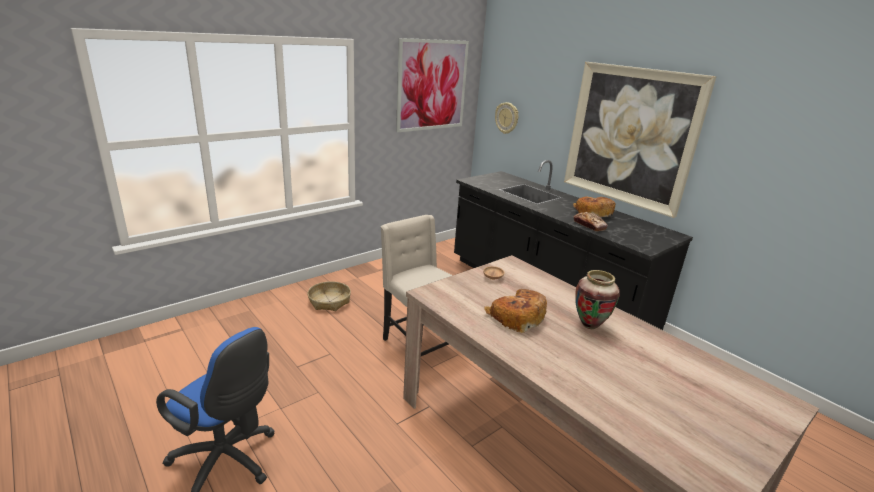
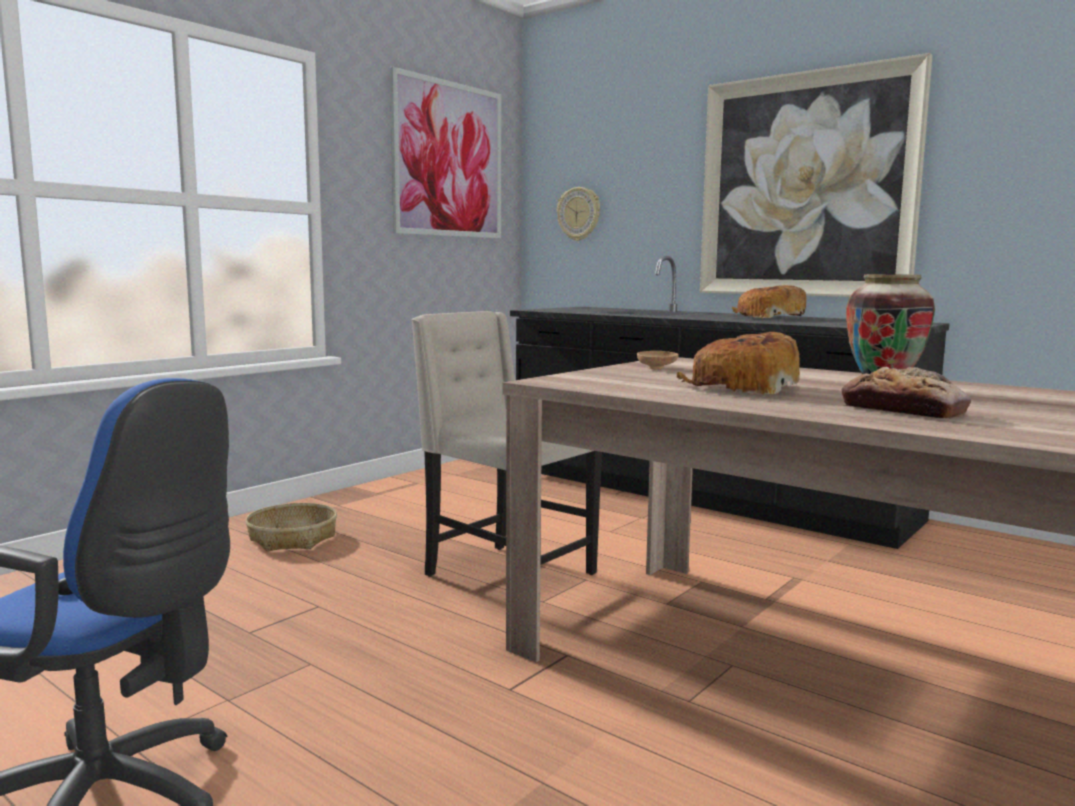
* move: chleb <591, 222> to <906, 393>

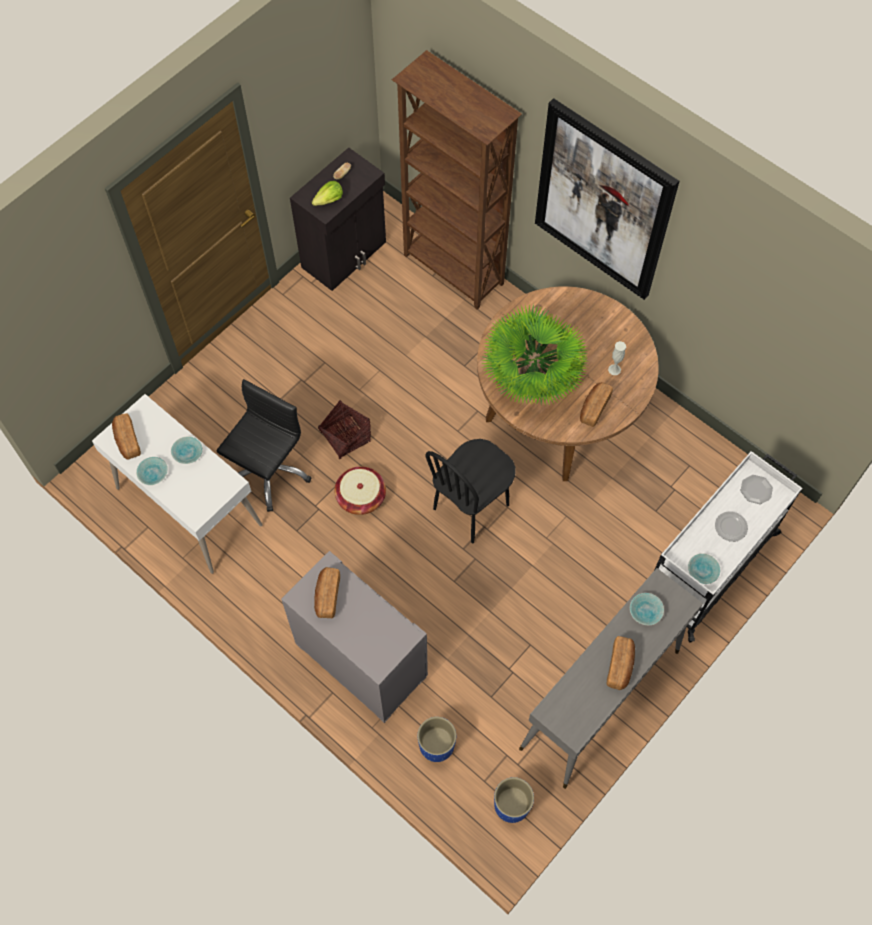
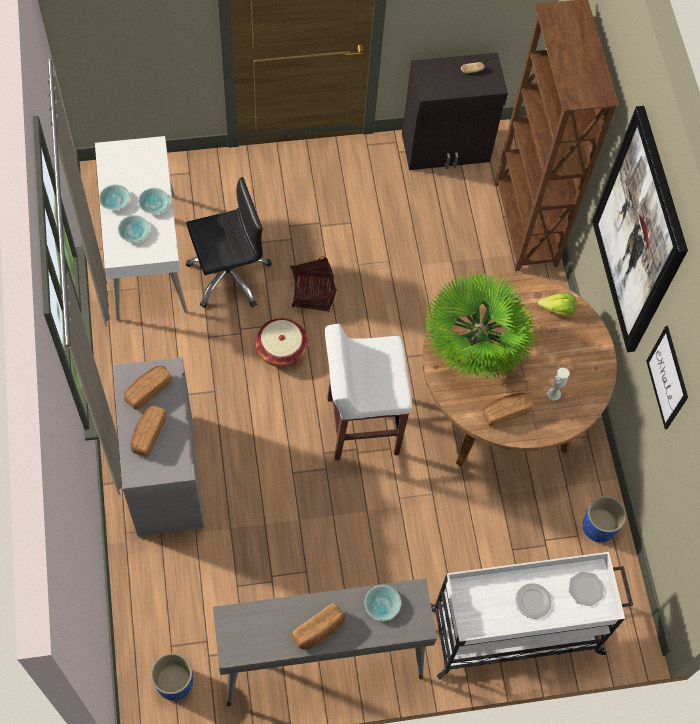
* move: chleb <126, 436> to <148, 431>
* move: sałata <327, 193> to <557, 304>
* move: donica (niebieski) <437, 739> to <604, 519>
* replace: krzesło (czarny) <471, 491> to stołek (biały) <368, 392>
* move: miska (turkusowy) <704, 568> to <134, 229>
* insert: obraz <667, 378>

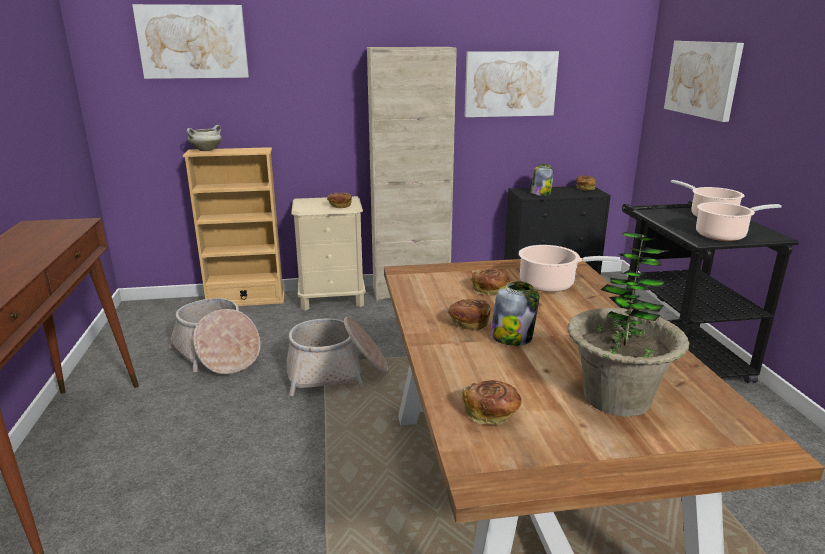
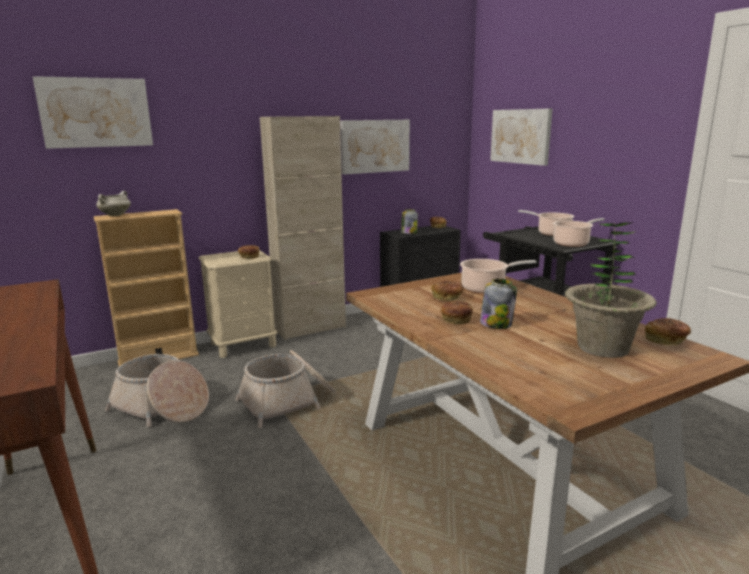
* move: chleb <492, 402> to <668, 332>

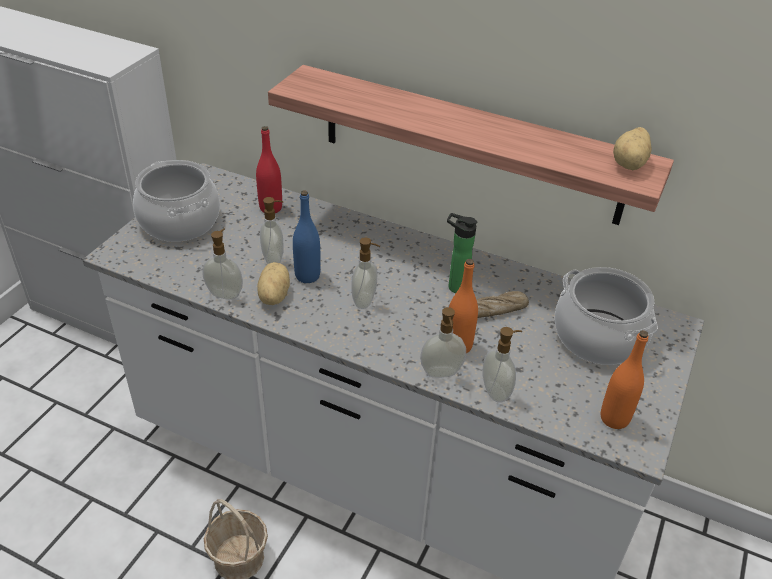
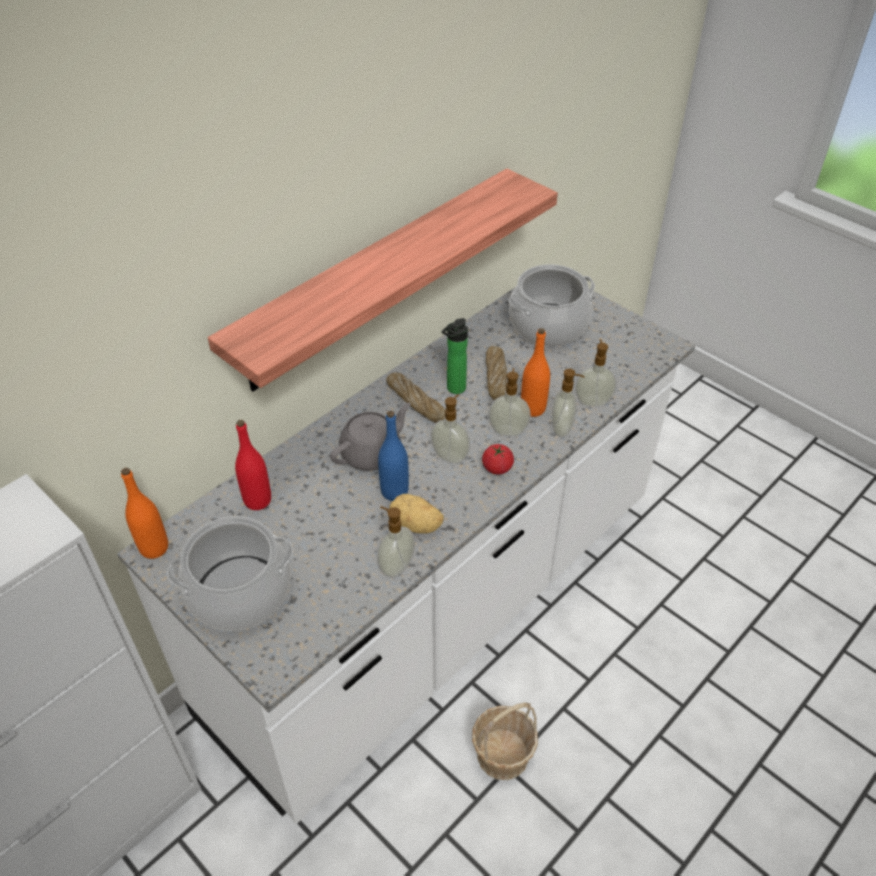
* move: dozownik mydła <272, 230> to <509, 402>
* move: butelka (pomarańczowy) <624, 379> to <144, 513>
* delete: ziemniak <632, 148>
* insert: imbryk (szary) <370, 437>
* insert: chleb <416, 397>
* insert: pomidor <498, 459>

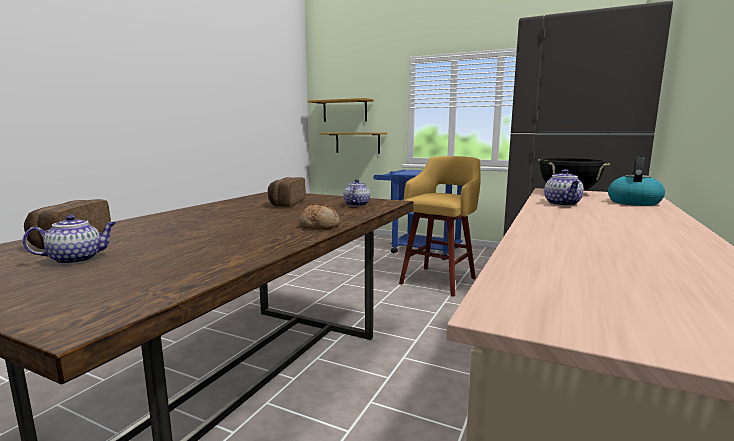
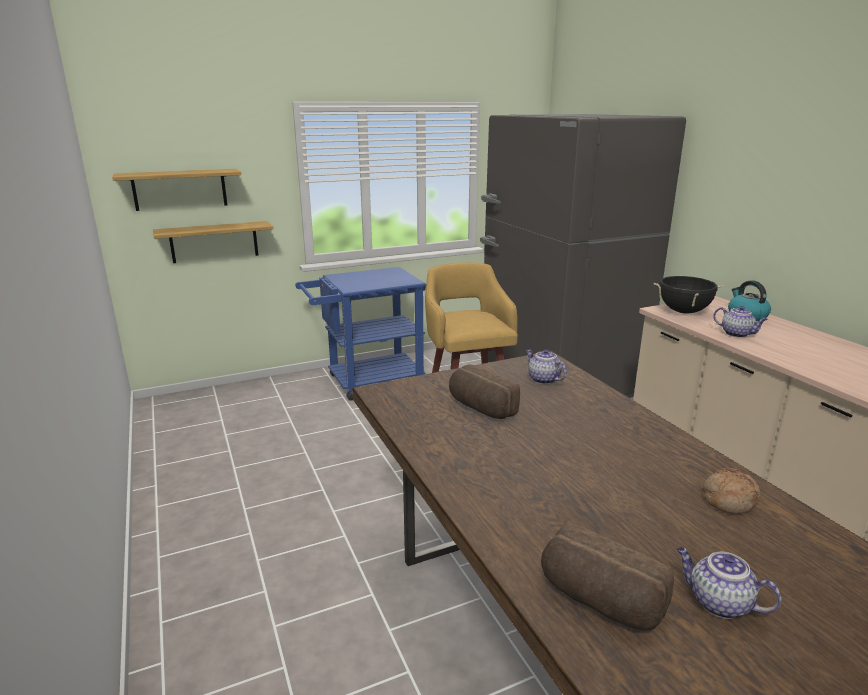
* rotate: imbryk <69, 239> = <729, 583> 60 degrees counterclockwise
* move: chleb <319, 216> to <732, 491>

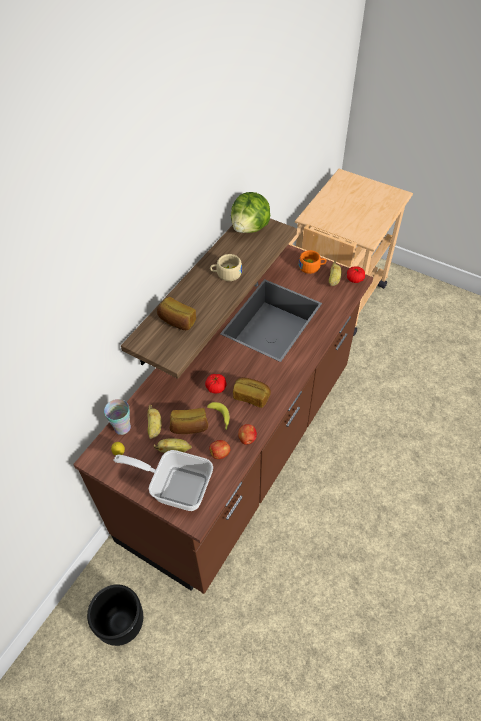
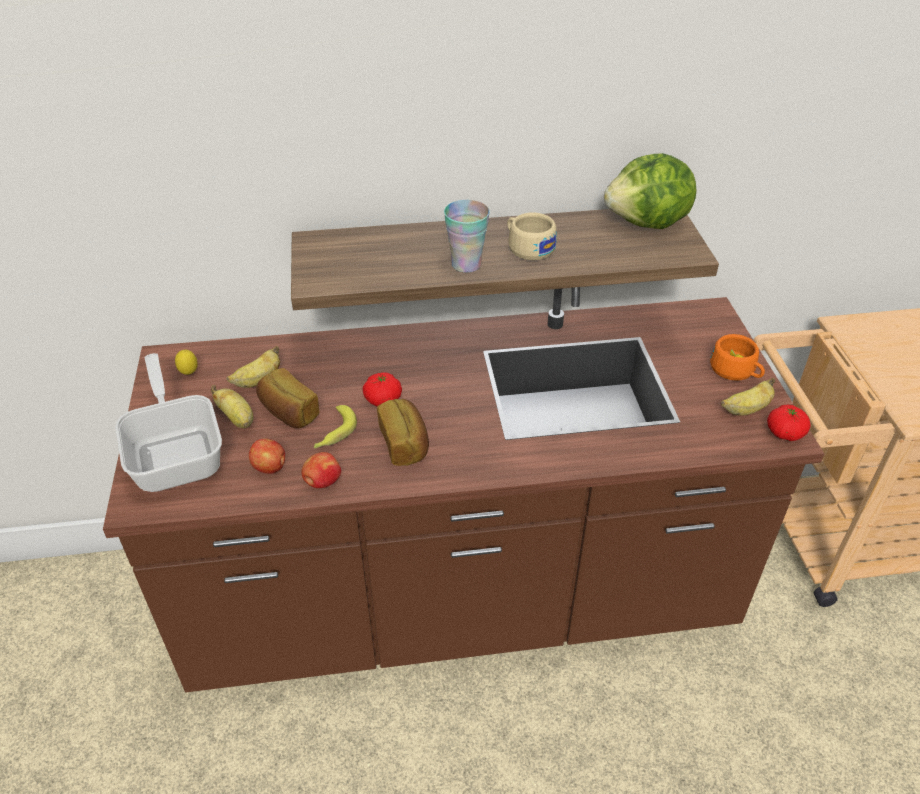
* delete: donica (czarny) <115, 615>
* move: filiżanka <117, 417> to <467, 236>
* delete: chleb <176, 313>

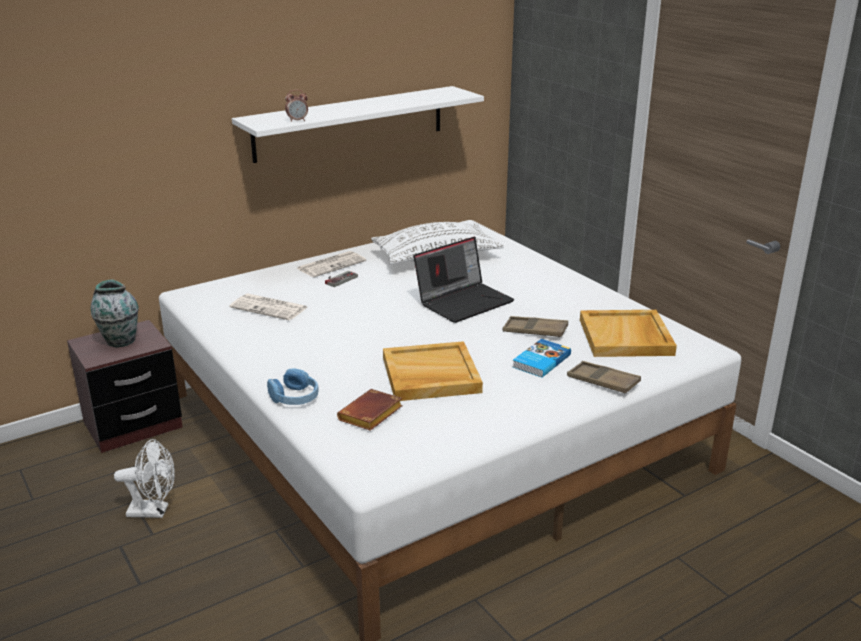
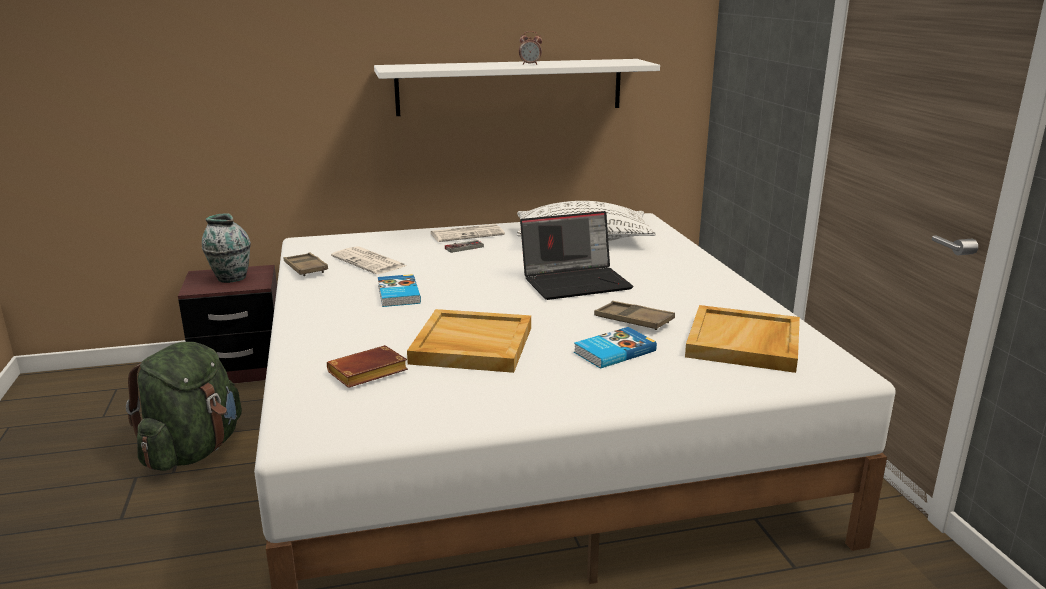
* replace: wentylator (biały) <144, 478> to plecak (zielony) <184, 406>
* delete: słuchawki (niebieski) <293, 386>
* move: budzik <296, 106> to <530, 48>
* move: taca (brązowy) <604, 377> to <306, 264>
* insert: książka <399, 290>

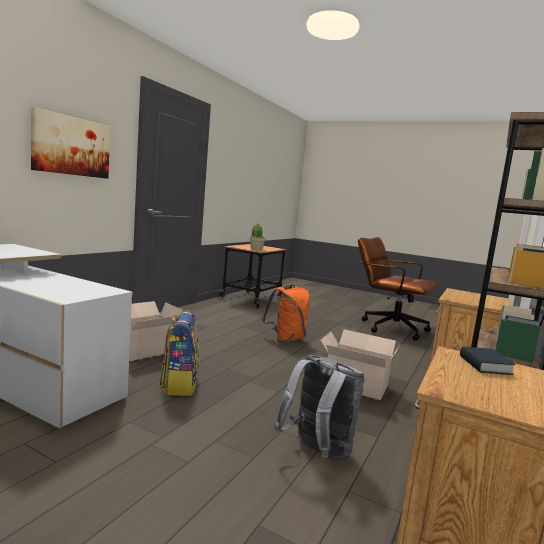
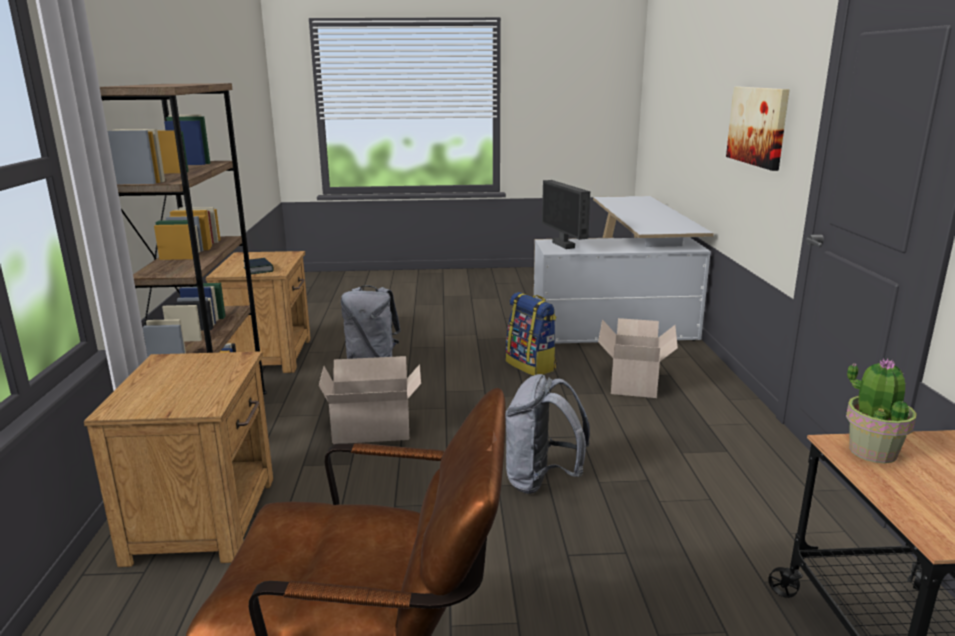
* recolor: plecak (pomarańczowy) <286, 314> to plecak (szary) <548, 434>
* insert: monitor <566, 214>

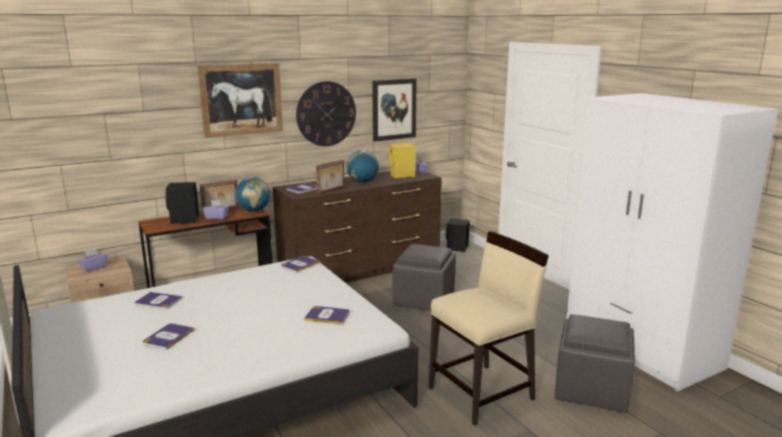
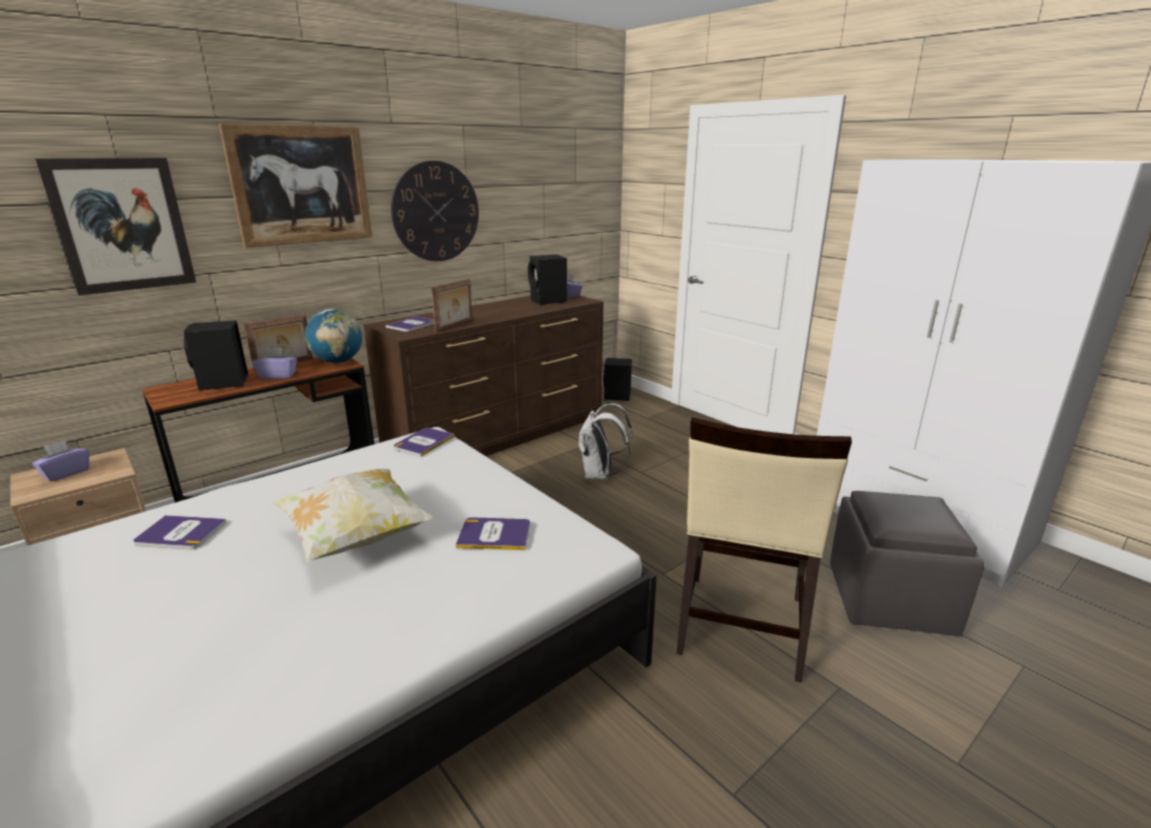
* delete: książka <168, 336>
* delete: globus <362, 166>
* move: obraz <394, 110> to <116, 227>
* recolor: głośnik (żółty) <402, 160> to głośnik (czarny) <547, 279>
* replace: pufa (szary) <424, 277> to plecak (biały) <605, 441>
* rotate: krzesło (beżowy) <489, 328> = <764, 550> 150 degrees clockwise
* insert: poduszka <353, 516>

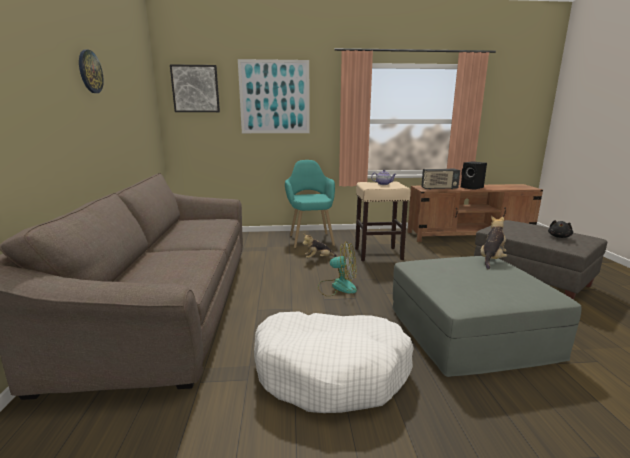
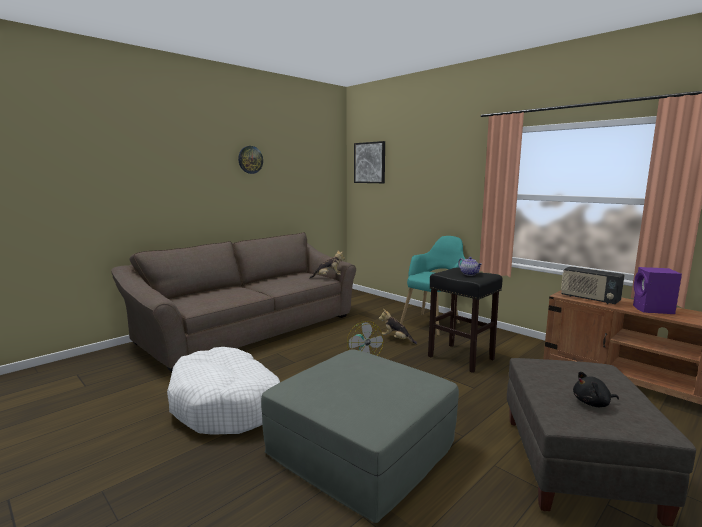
* delete: obraz <274, 96>
* recolor: stołek (beżowy) <383, 221> to stołek (czarny) <465, 320>
* recolor: głośnik (czarny) <474, 175> to głośnik (fioletowy) <657, 290>
* move: pluszak <493, 243> to <327, 264>

